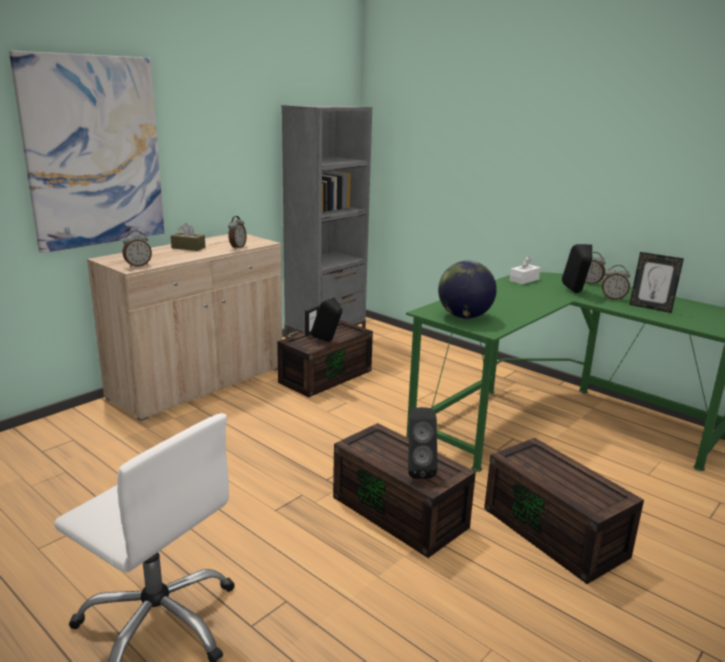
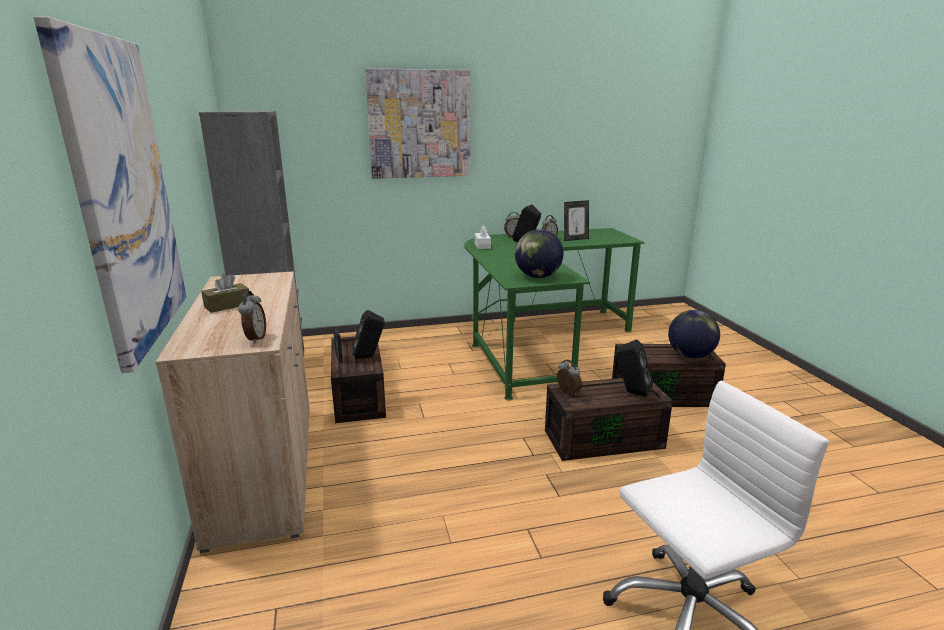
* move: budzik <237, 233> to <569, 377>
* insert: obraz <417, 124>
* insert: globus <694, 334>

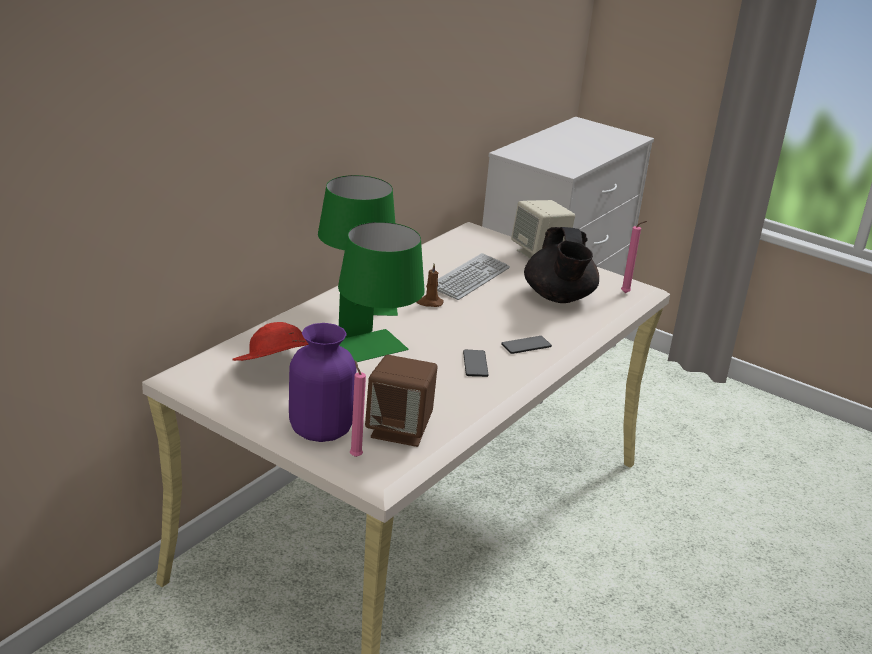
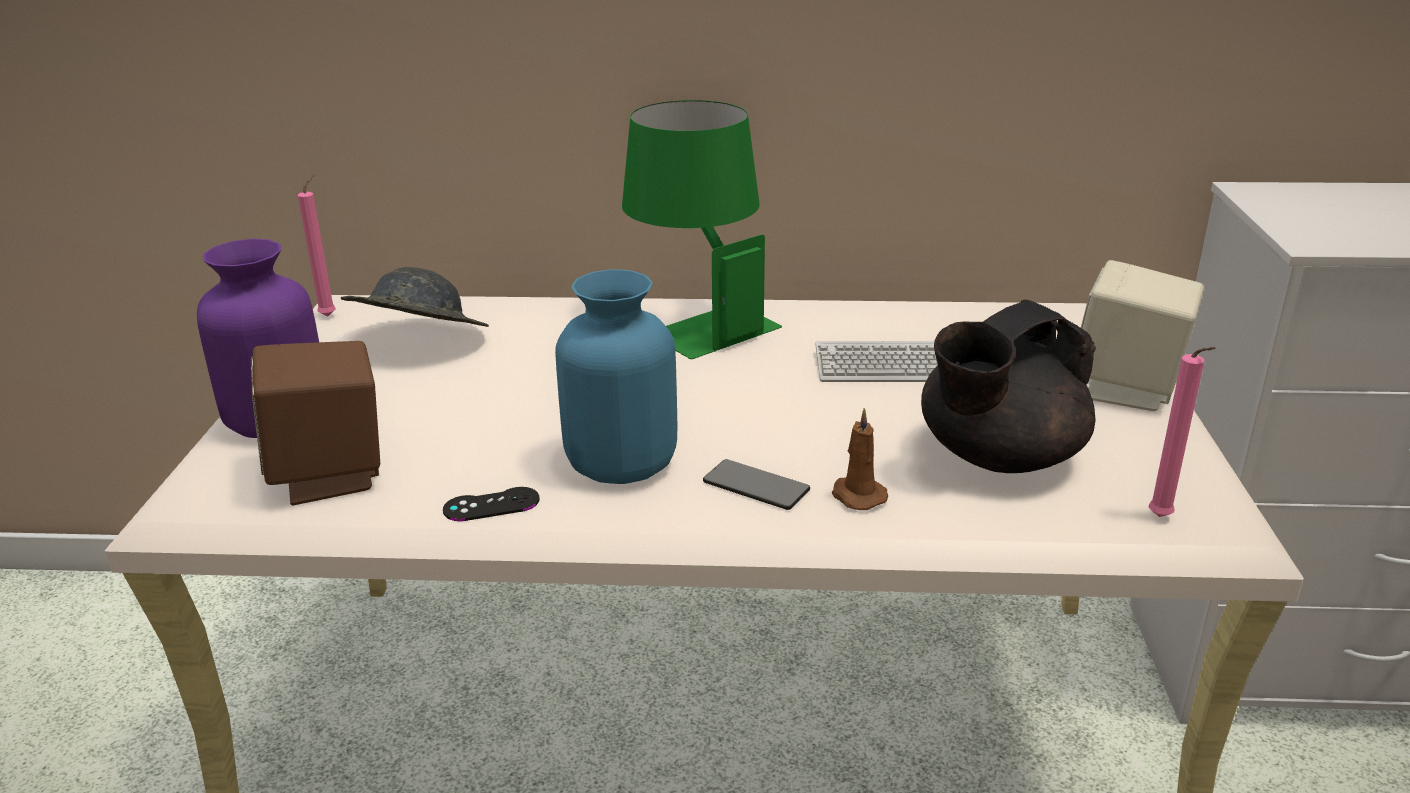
* recolor: kapelusz (czerwony) <270, 341> to kapelusz (szary) <415, 297>
* delete: lampa stołowa (zielony) <381, 292>
* move: świeca (różowy) <358, 408> to <316, 246>
* move: świeca (brązowy) <429, 285> to <860, 459>
* replace: telefon <476, 363> to wazon (niebieski) <616, 376>
* insert: pad do gier (czarny) <491, 504>

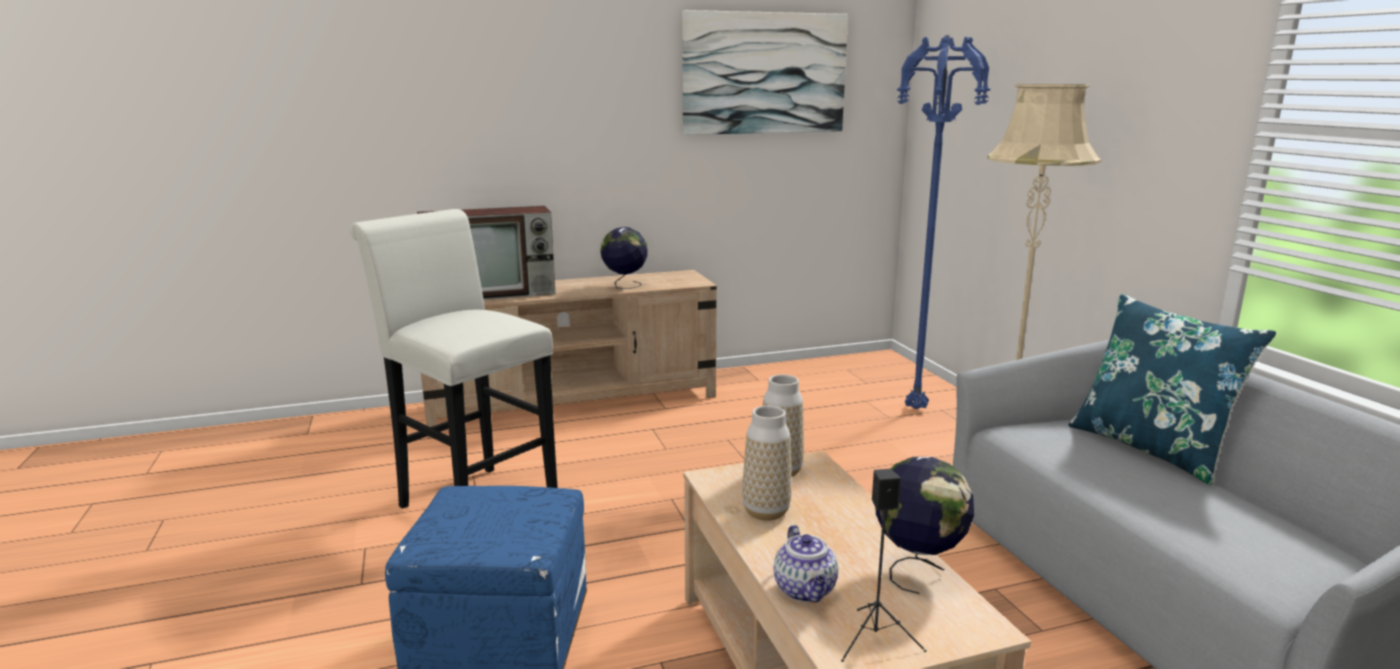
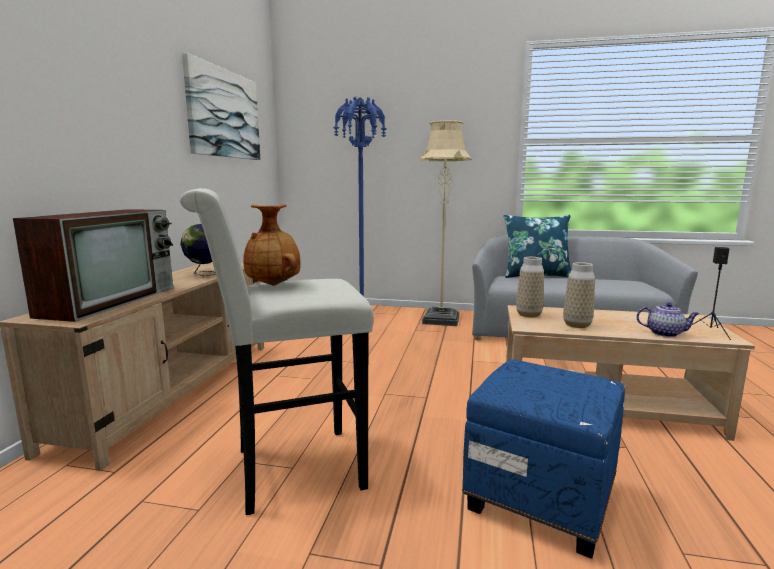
* delete: globus <925, 525>
* insert: wazon (brązowy) <272, 245>

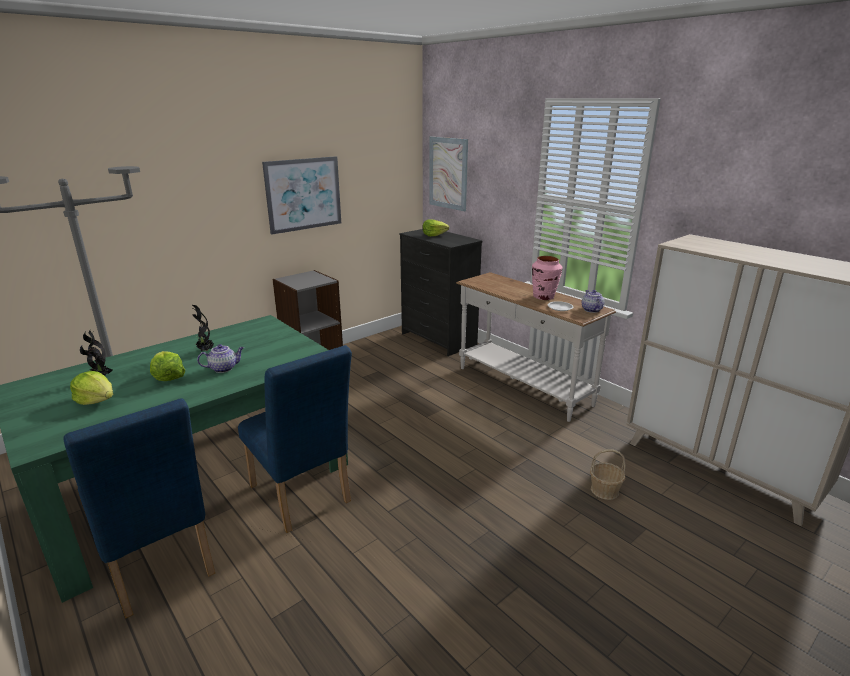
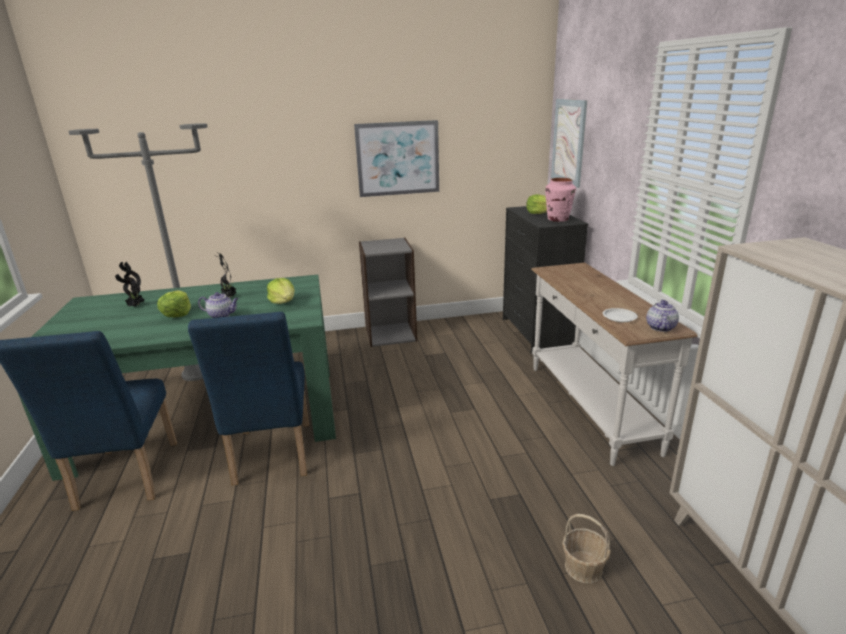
* move: sałata <91, 388> to <281, 291>
* move: wazon (różowy) <547, 278> to <560, 200>

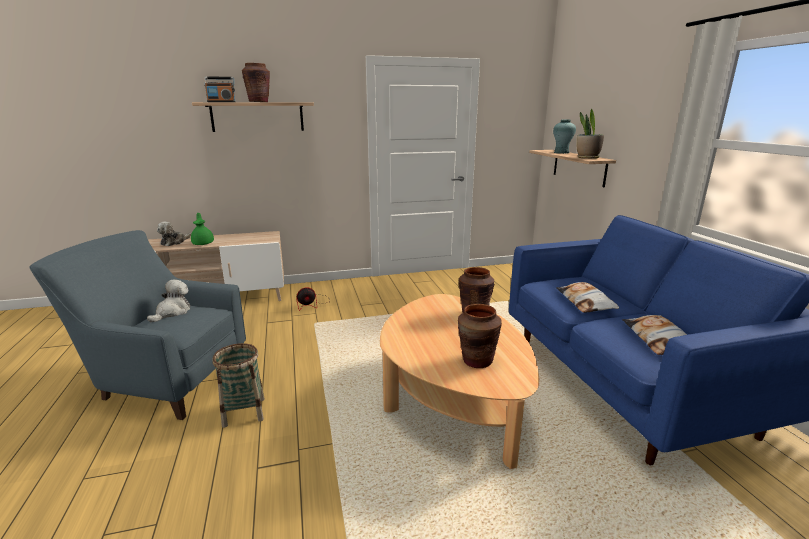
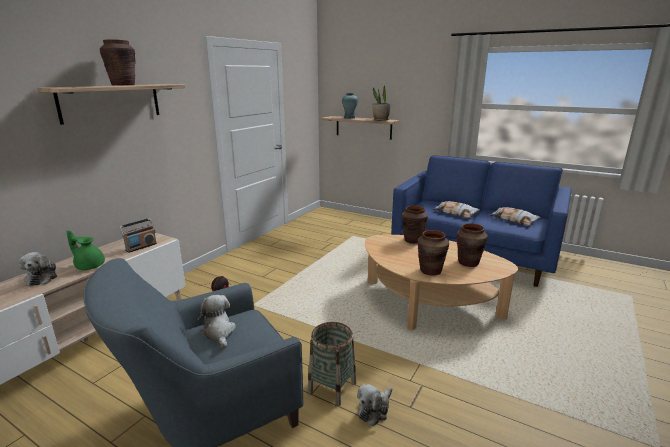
* move: radio <220, 89> to <138, 235>
* insert: pluszak <374, 405>
* insert: wazon (brązowy) <433, 253>

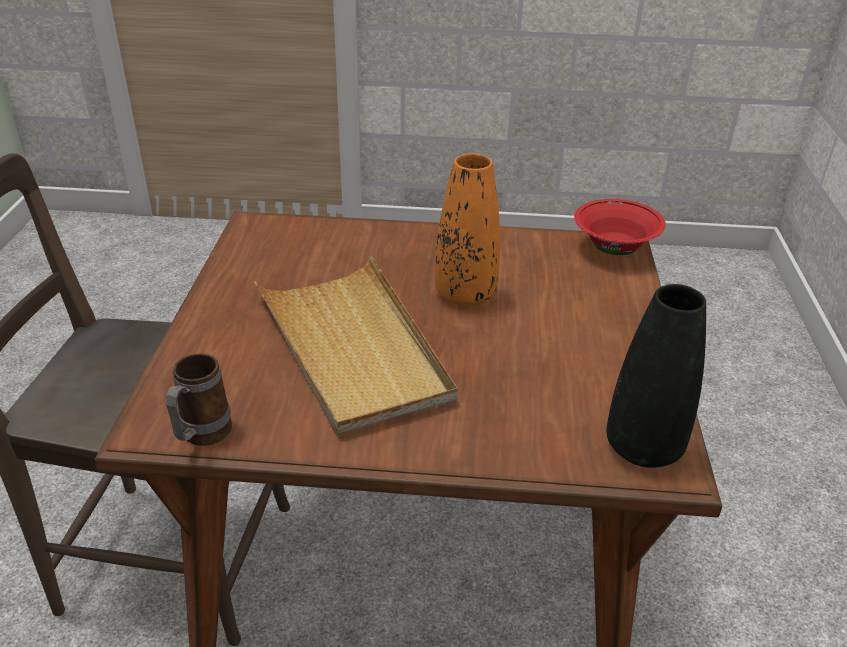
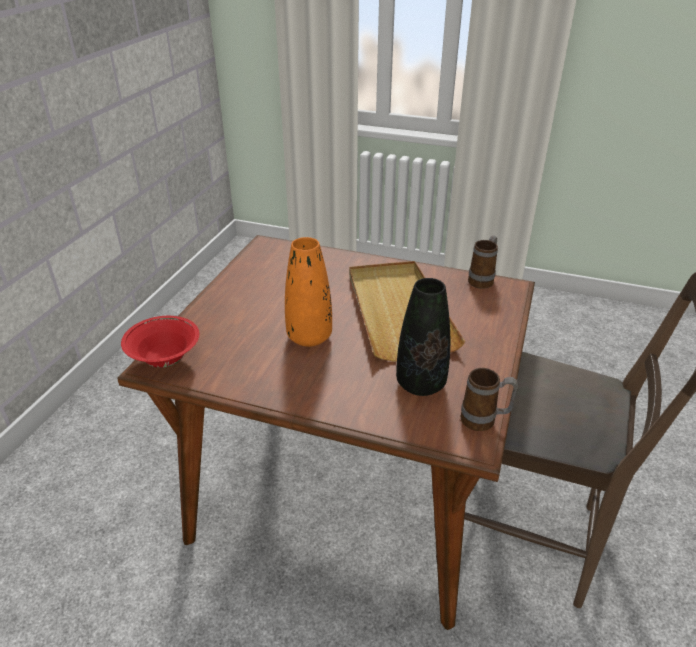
* move: wazon (czarny) <656, 376> to <423, 337>
* insert: kubek <489, 399>

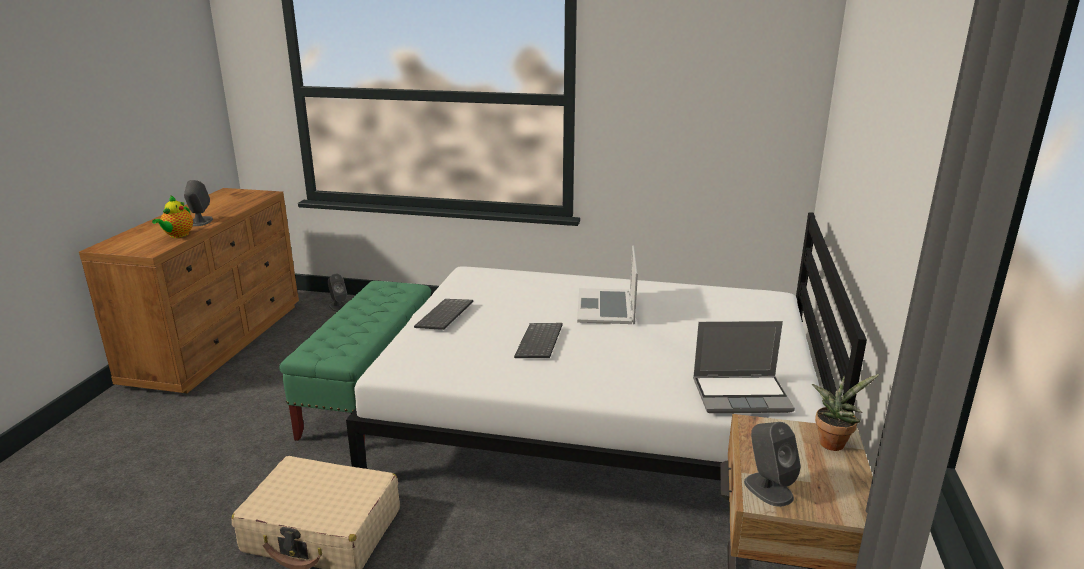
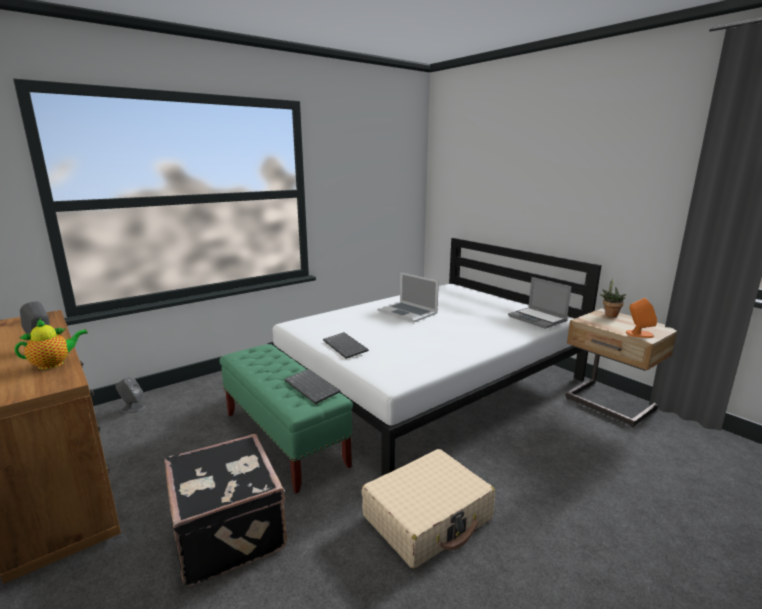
* rotate: imbryk <172, 217> = <51, 344> 90 degrees counterclockwise
* move: klawiatura <538, 340> to <313, 386>
* rotate: laptop <744, 367> = <540, 303> 105 degrees clockwise
* recolor: głośnik (szary) <772, 464> to głośnik (pomarańczowy) <641, 318>
* insert: walizka (czarny) <225, 510>

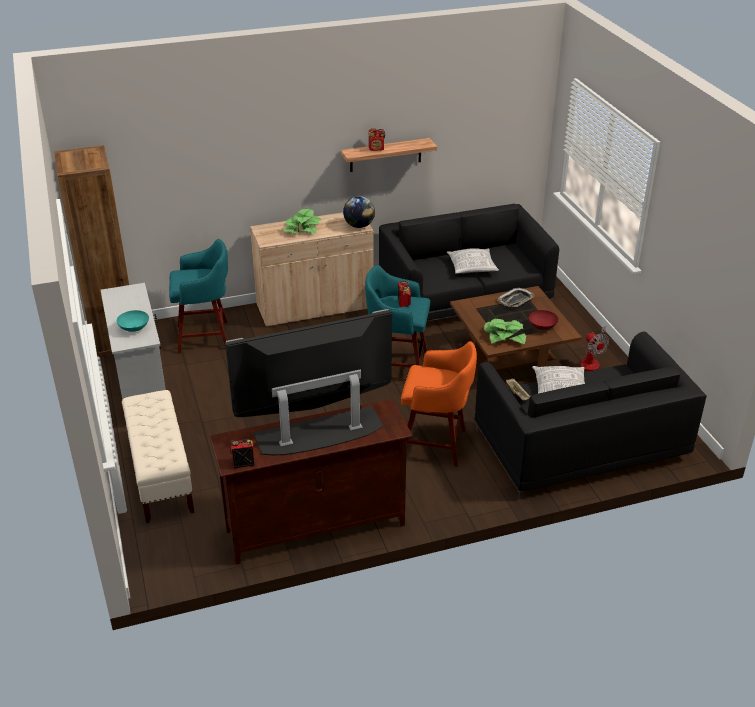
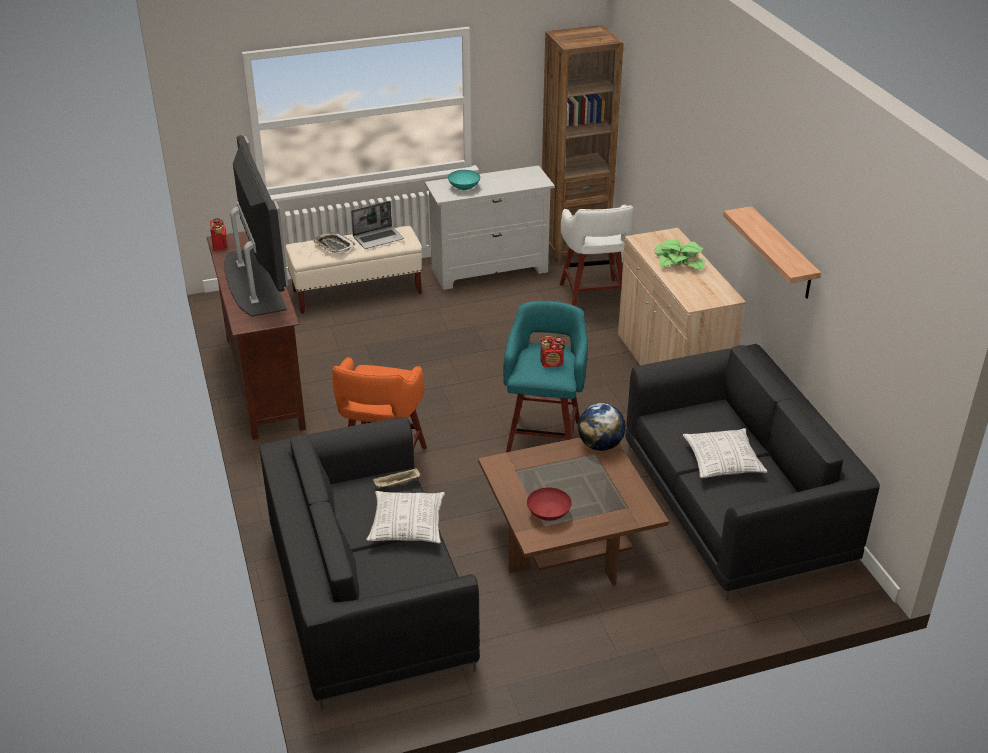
* recolor: stołek (turkusowy) <198, 296> to stołek (biały) <597, 255>
* move: globus <359, 212> to <602, 427>
* delete: radio <376, 139>
* delete: roślina doniczkowa <505, 331>
* move: taca <515, 297> to <334, 242>
* delete: wentylator <594, 348>
* insert: laptop <377, 225>

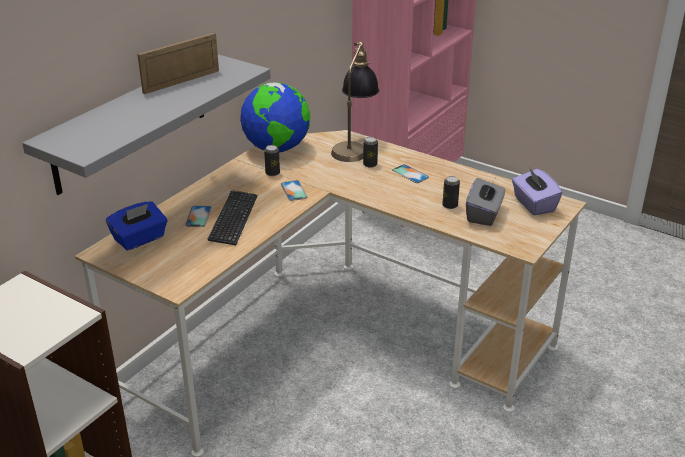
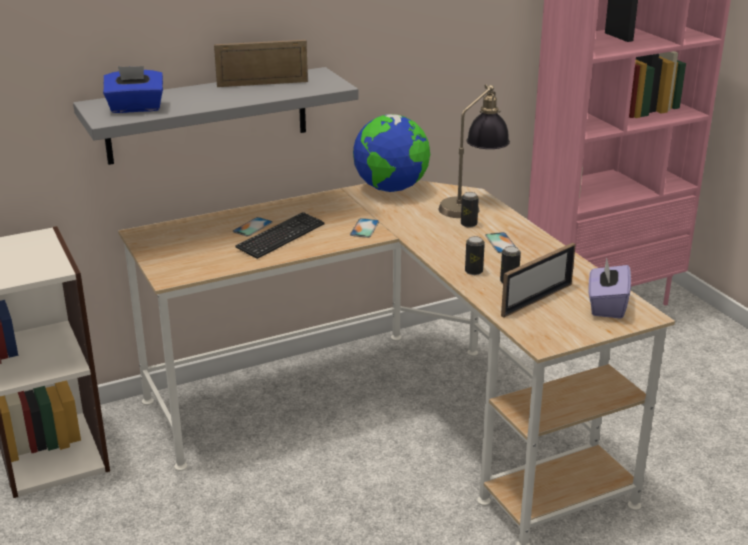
* move: pudełko chusteczek (niebieski) <136, 226> to <133, 89>
* move: puszka <272, 160> to <475, 255>
* replace: pudełko chusteczek (szary) <485, 202> to ramka na zdjęcie <538, 280>

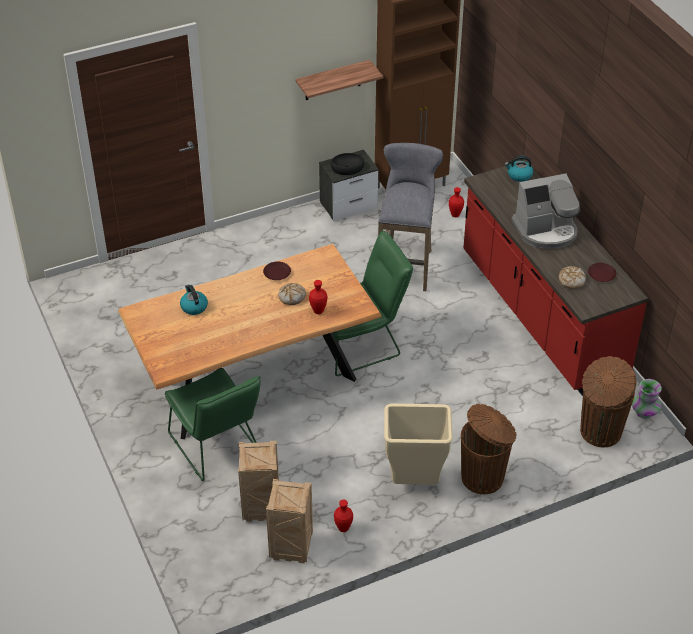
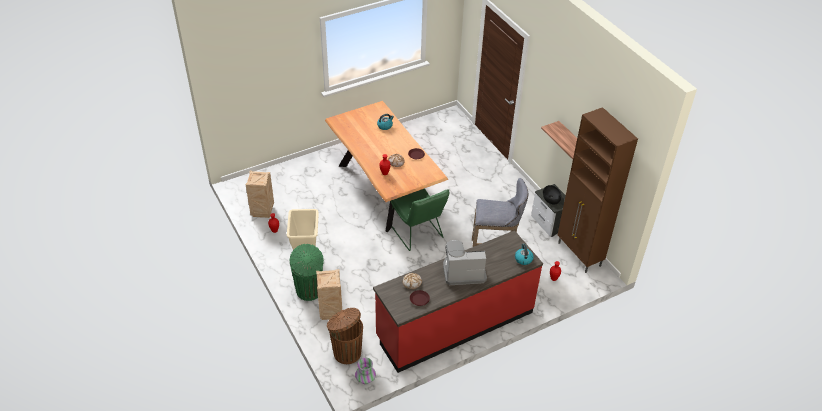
* delete: krzesło (zielony) <213, 424>
* move: skrzynka <258, 481> to <329, 294>
* recolor: kosz na śmieci (brązowy) <489, 449> to kosz na śmieci (zielony) <307, 272>
* rotate: ekspres do kawy <545, 211> = <465, 262> 105 degrees clockwise

